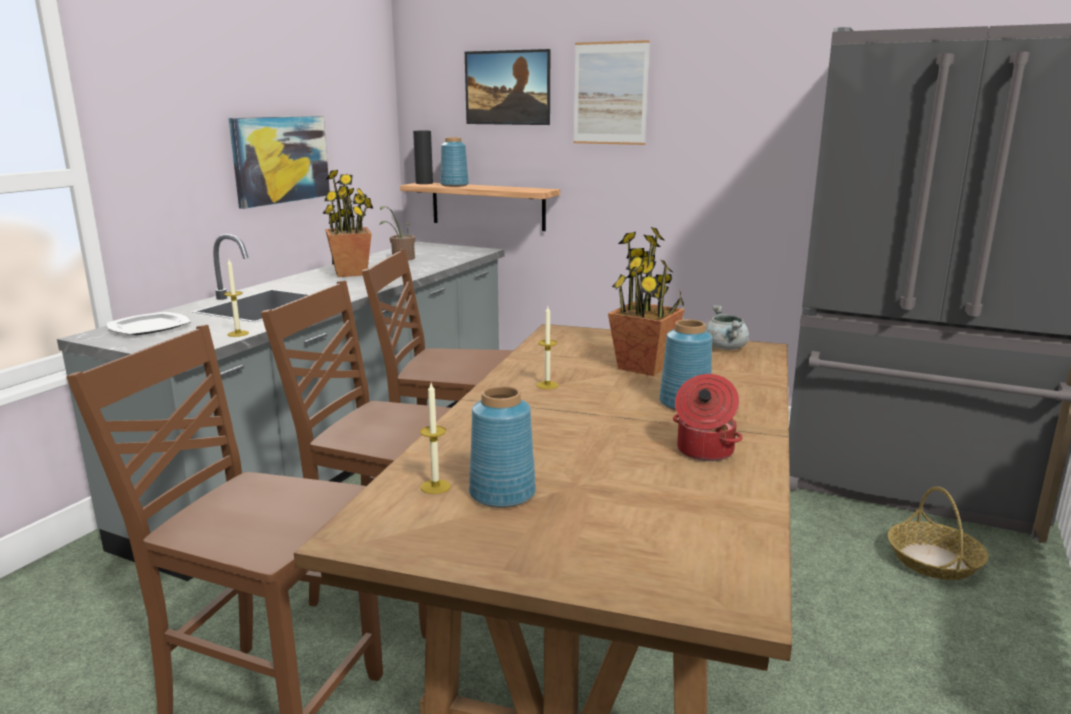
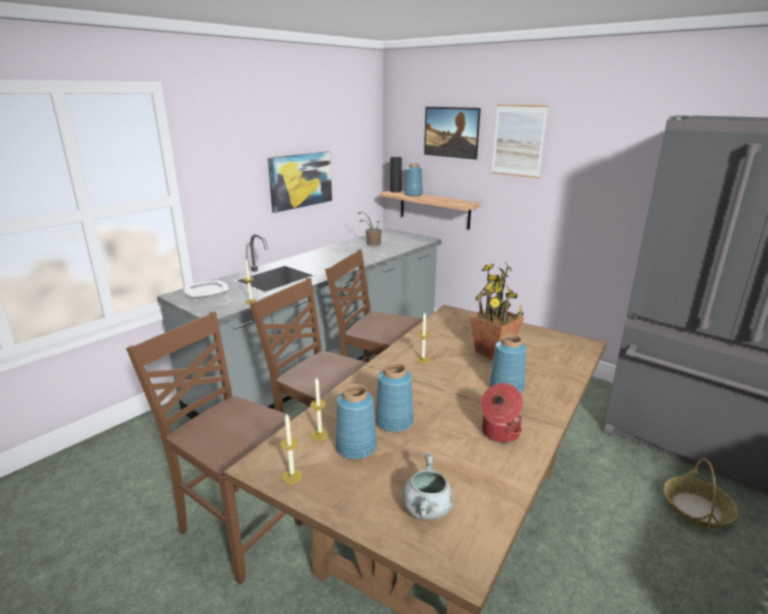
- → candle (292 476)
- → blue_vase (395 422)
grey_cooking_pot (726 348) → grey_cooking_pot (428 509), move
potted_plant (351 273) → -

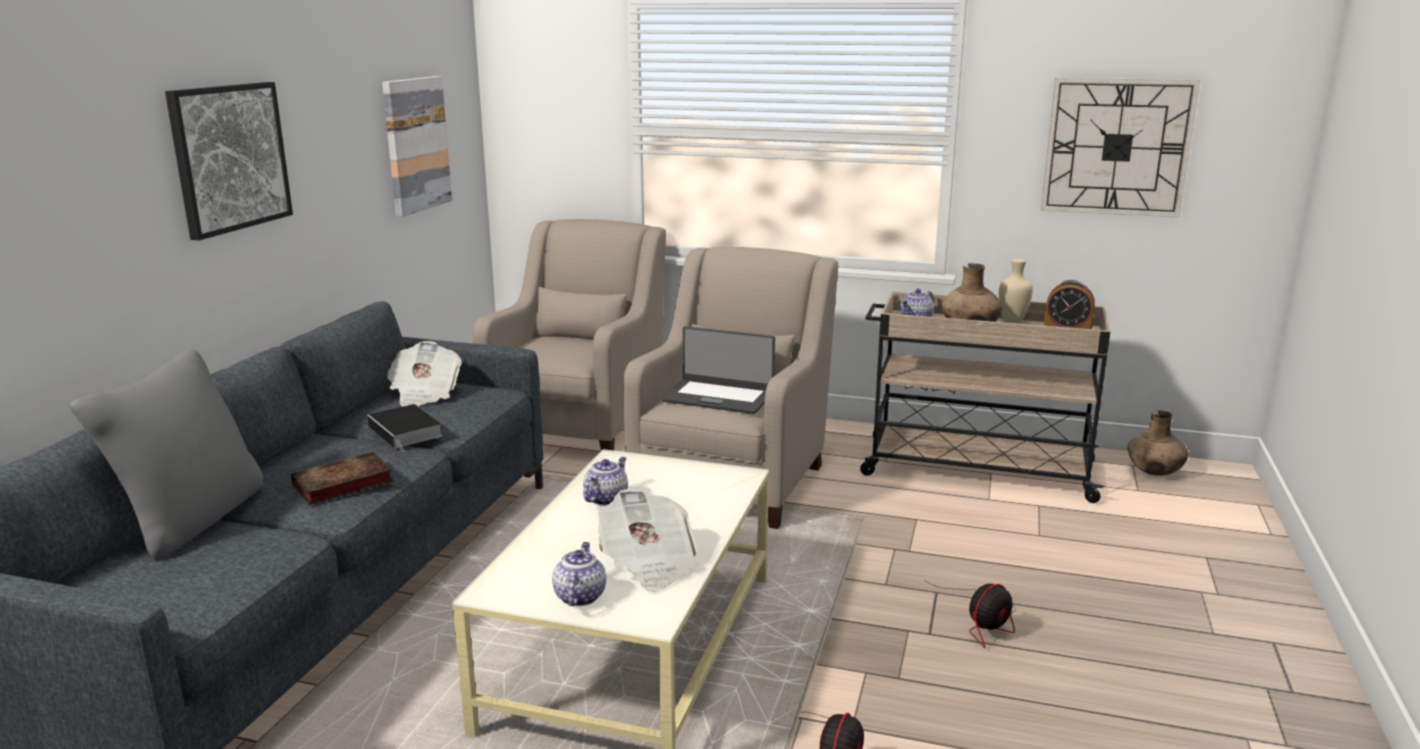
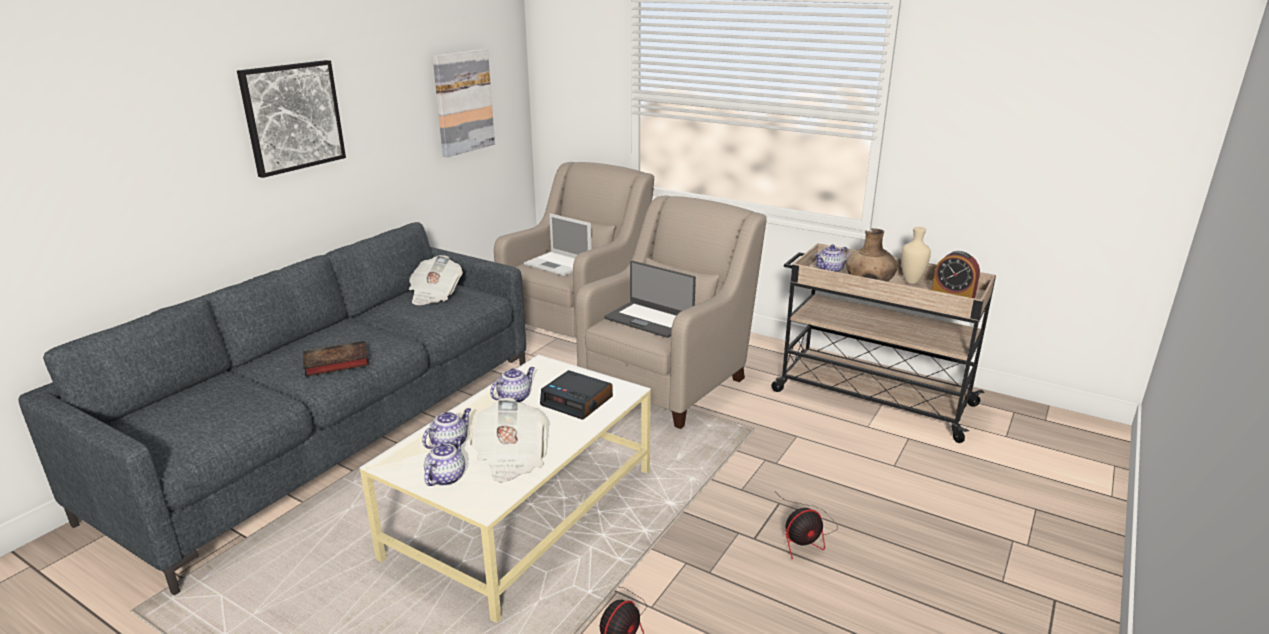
- → teapot (449 443)
- → laptop (559 264)
- → alarm_clock (577 401)
grey_pillow (191 520) → -
book (407 432) → -
wall_clock (1117 147) → -
brown_vase (1154 472) → -

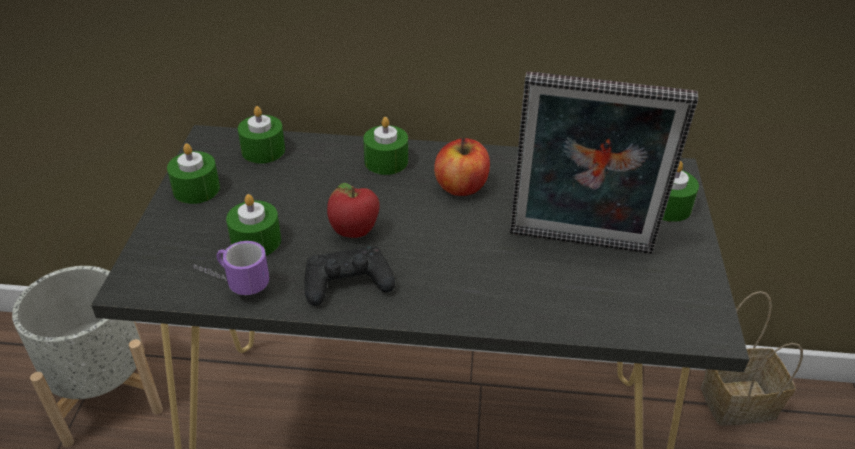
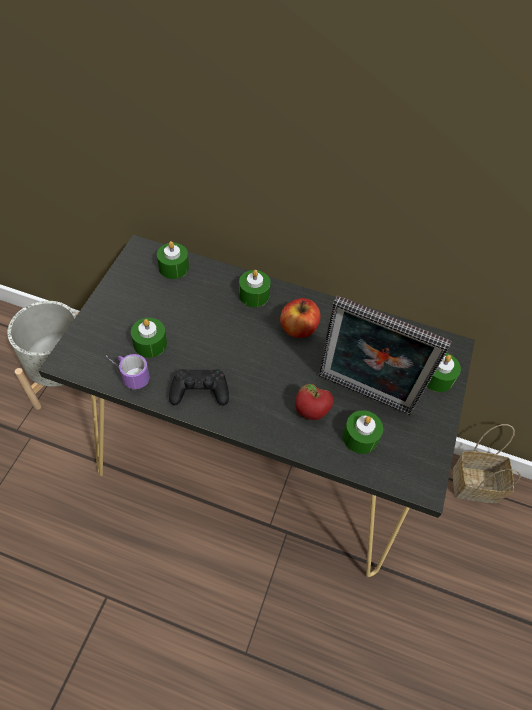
apple (354 233) → apple (310 412), move
green_candle (196 189) → green_candle (360 437), move

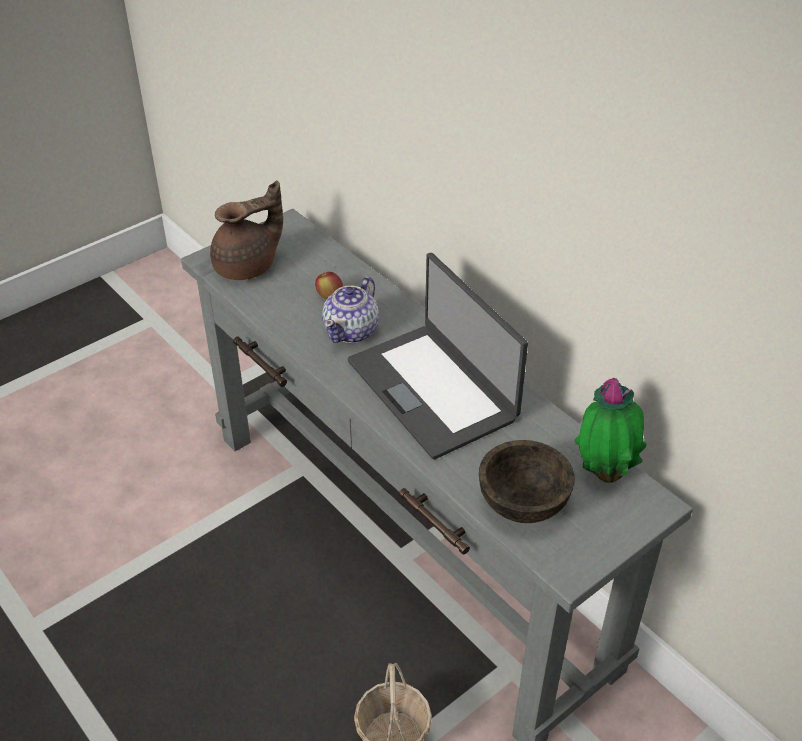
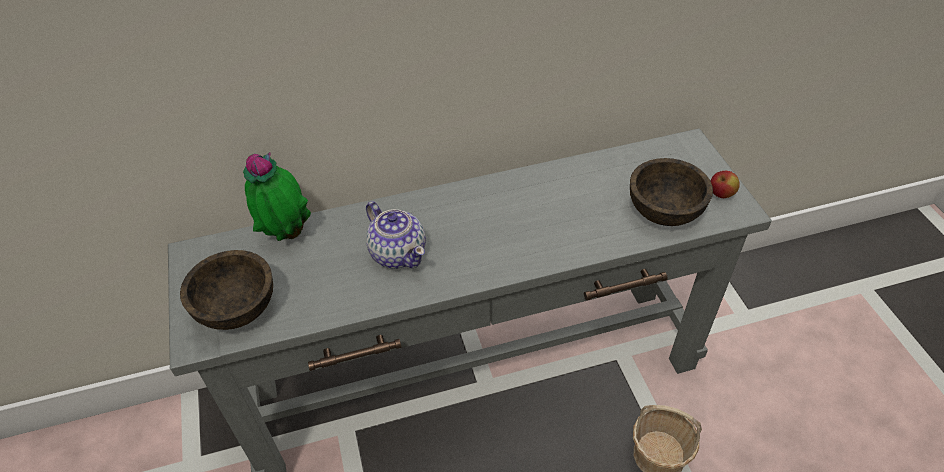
brown_teapot (248 266) → brown_bowl (237 308)
potted_plant (605 472) → potted_plant (286 234), move
apple (329 296) → apple (721 194), move
laptop (433 389) → -

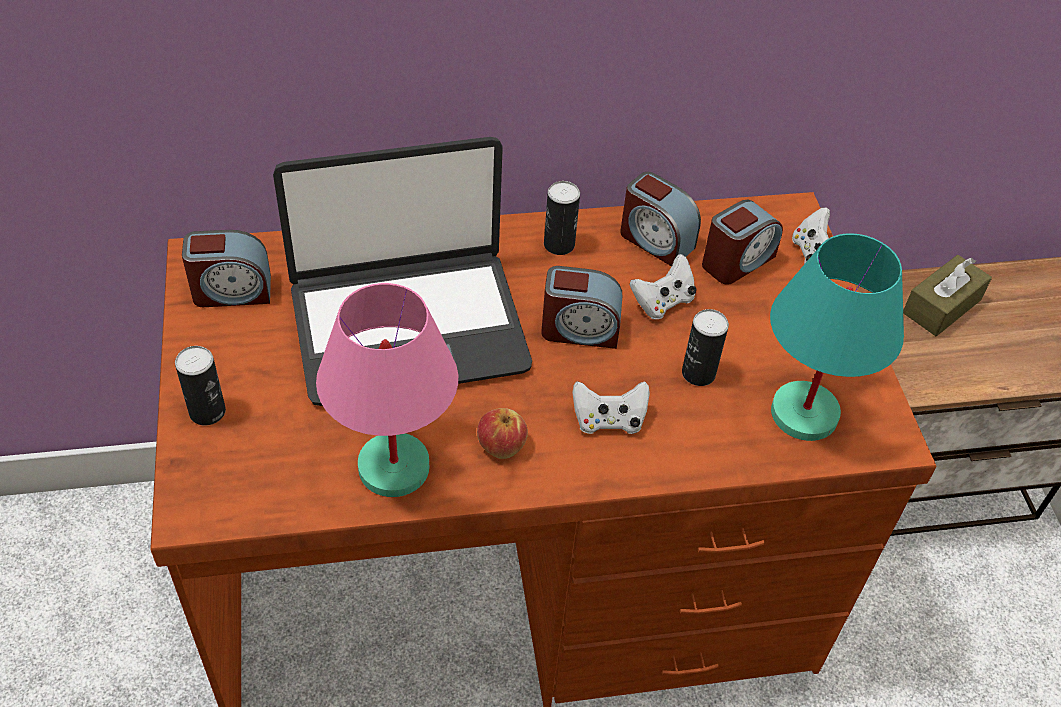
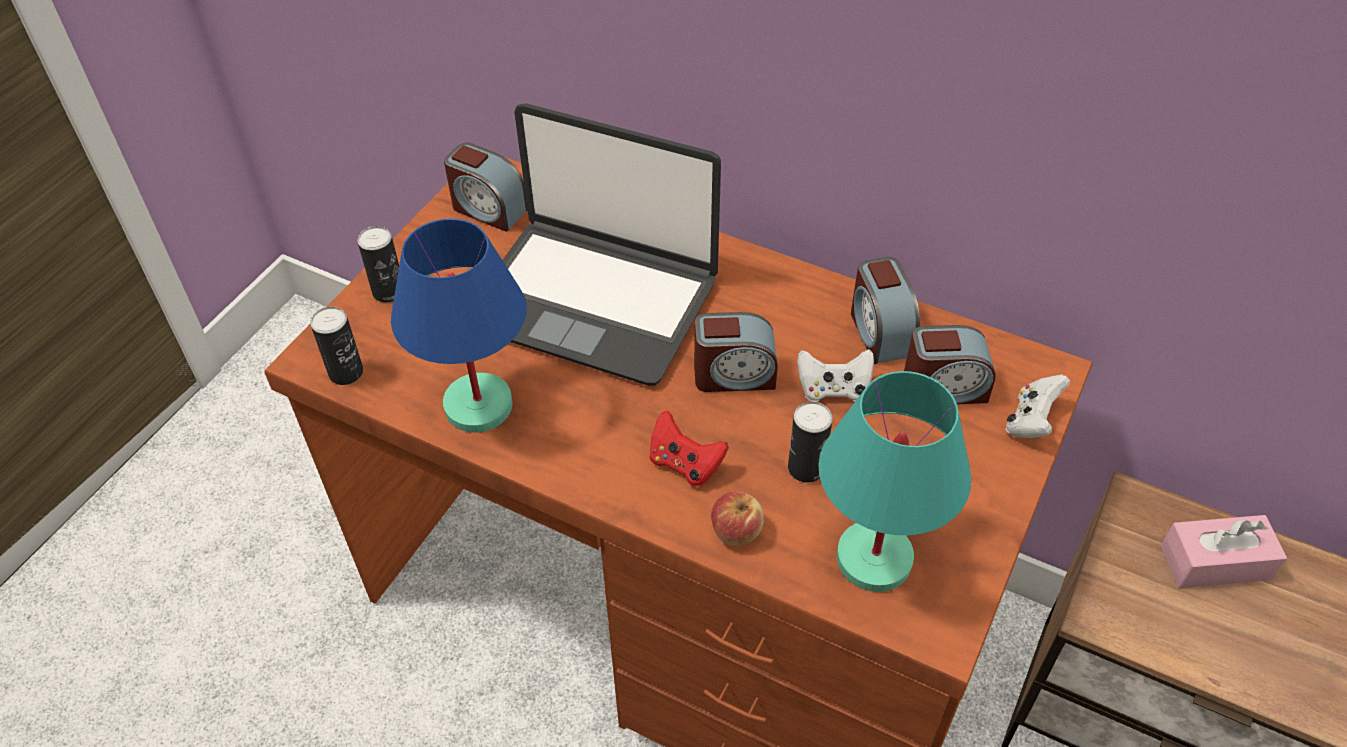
can (559 244) → can (346 372), move
pink_table_lamp (393 469) → blue_table_lamp (477 406)
white_game_controller (608 420) → red_game_controller (685 464)
alarm_clock (580 329) → alarm_clock (734 375), 45 degrees counterclockwise
apple (501 445) → apple (736 530), move
brown_tissue_box (941 306) → pink_tissue_box (1215 562)

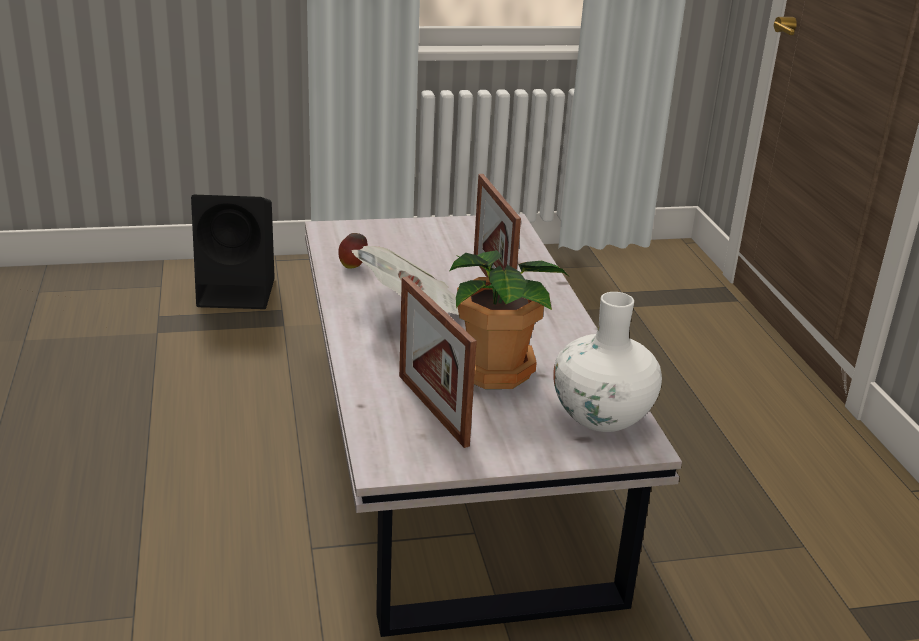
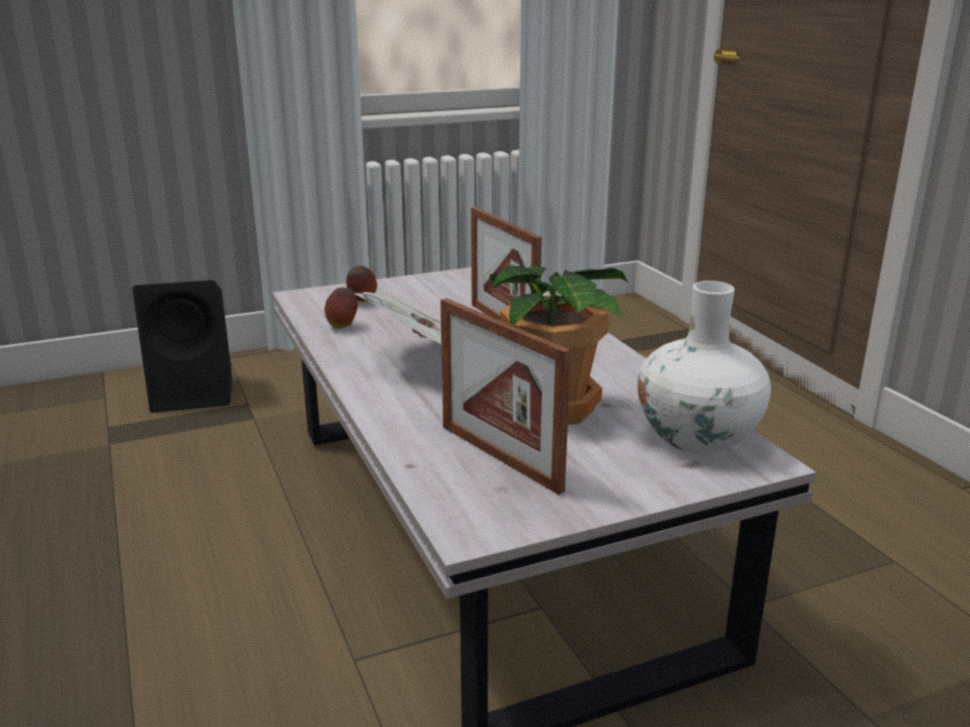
- → apple (362 301)

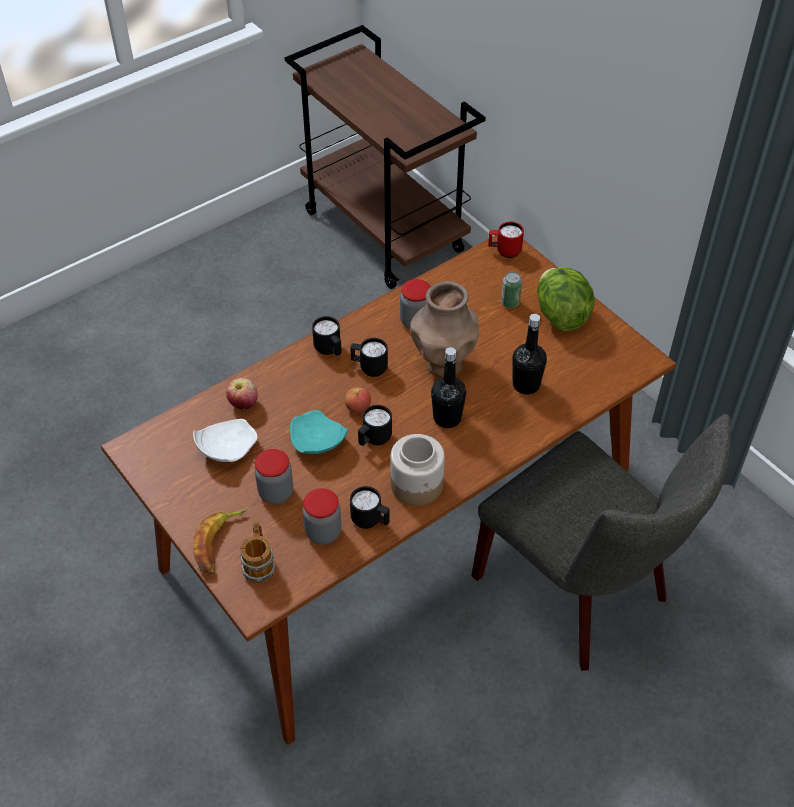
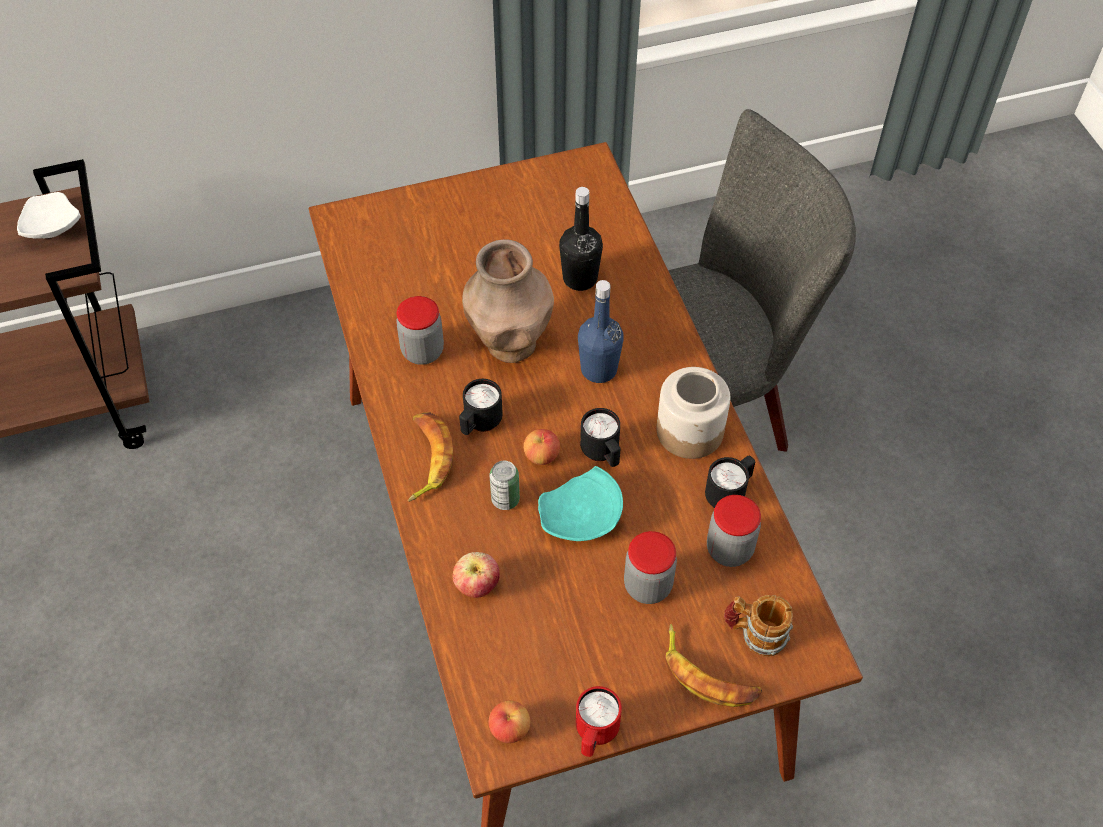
white_plate (226 448) → white_plate (51 228), move
black_mug (329 350) → banana (426 459)
- → apple (509 729)
can (510 303) → can (505 499), move
red_mug (504 251) → red_mug (595 734), move
black_bottle (447 418) → blue_bottle (599 369)
lettuce (560 315) → -

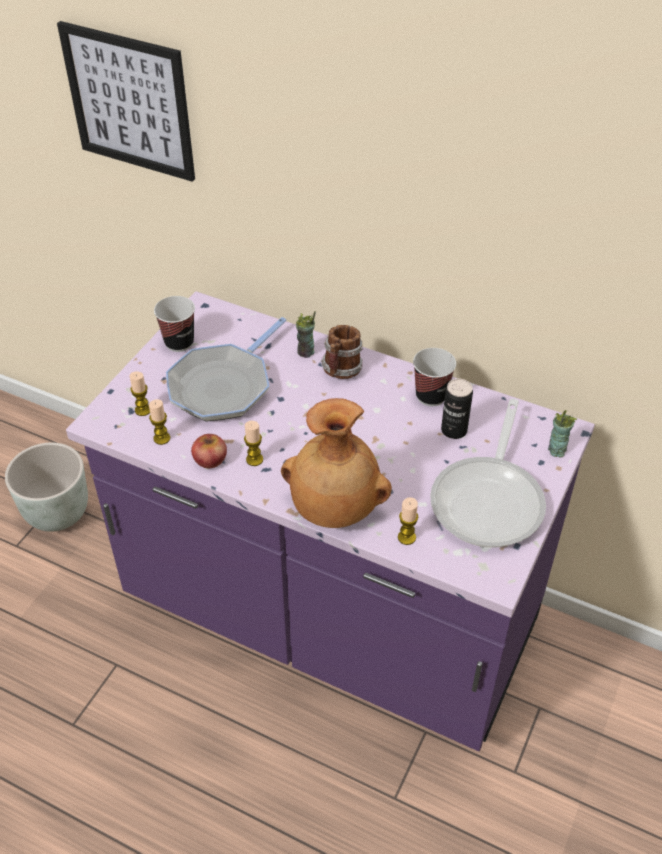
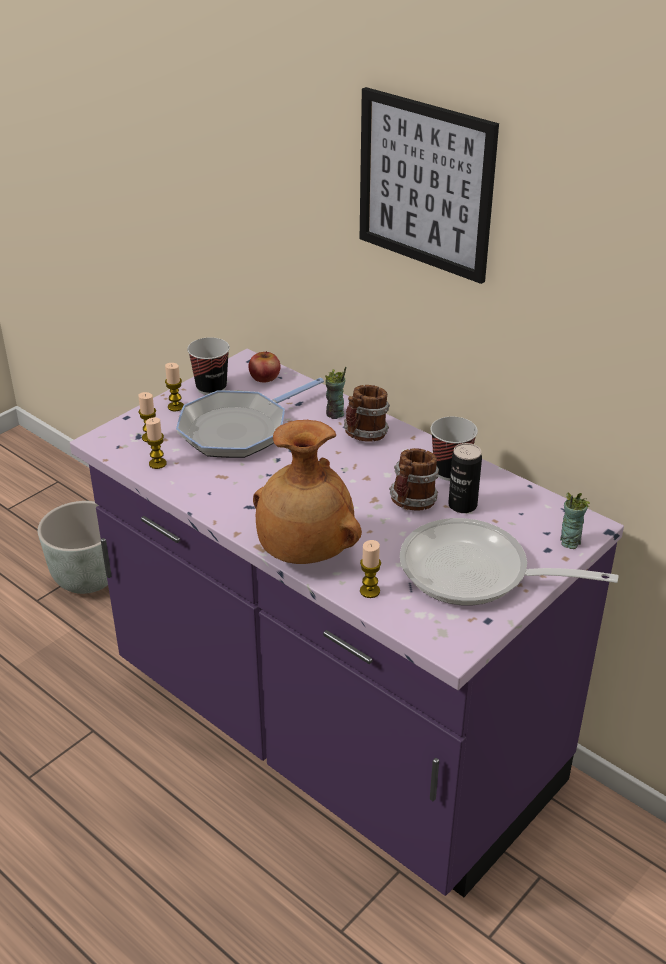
candle (254 459) → candle (176 407), move
apple (210 459) → apple (264 377), move
picture (129 102) → picture (425 184), move
- → mug (412 503)
frying_pan (490 499) → frying_pan (475 573), 75 degrees clockwise

